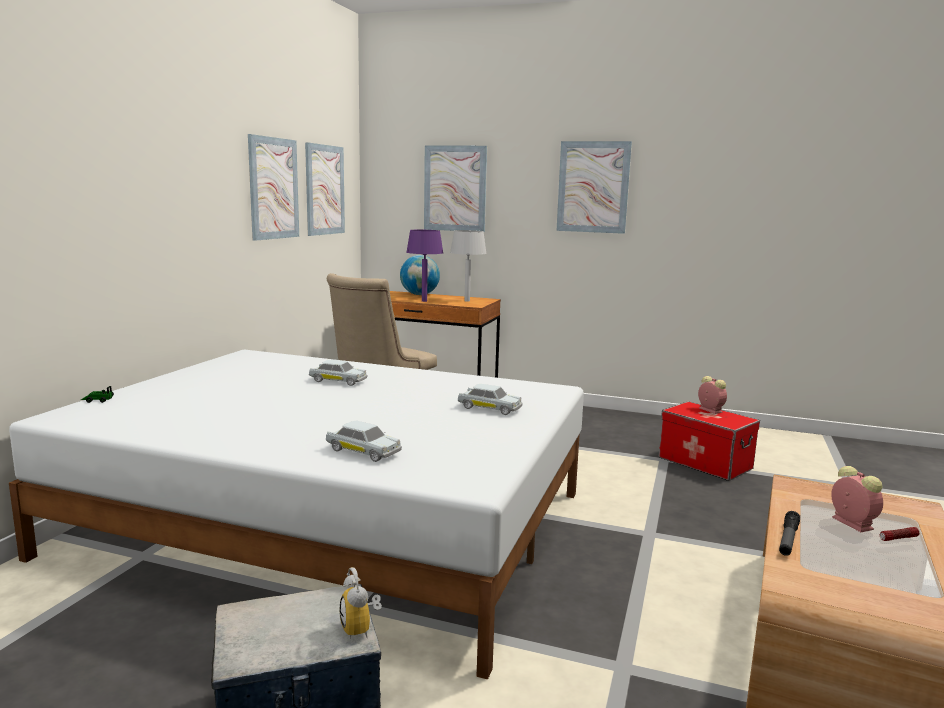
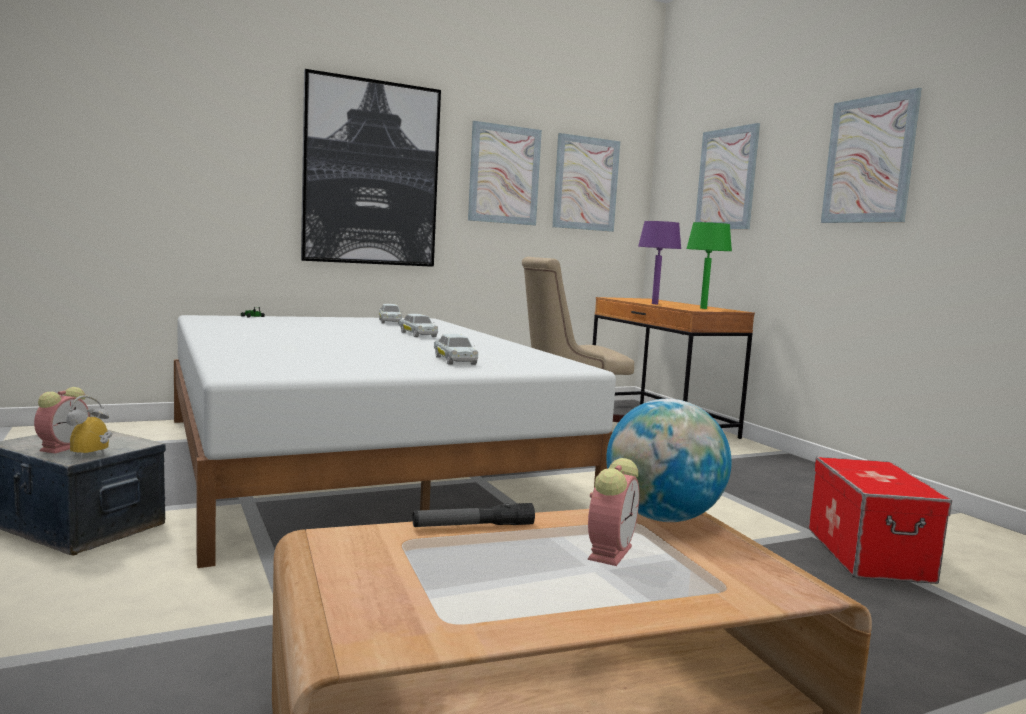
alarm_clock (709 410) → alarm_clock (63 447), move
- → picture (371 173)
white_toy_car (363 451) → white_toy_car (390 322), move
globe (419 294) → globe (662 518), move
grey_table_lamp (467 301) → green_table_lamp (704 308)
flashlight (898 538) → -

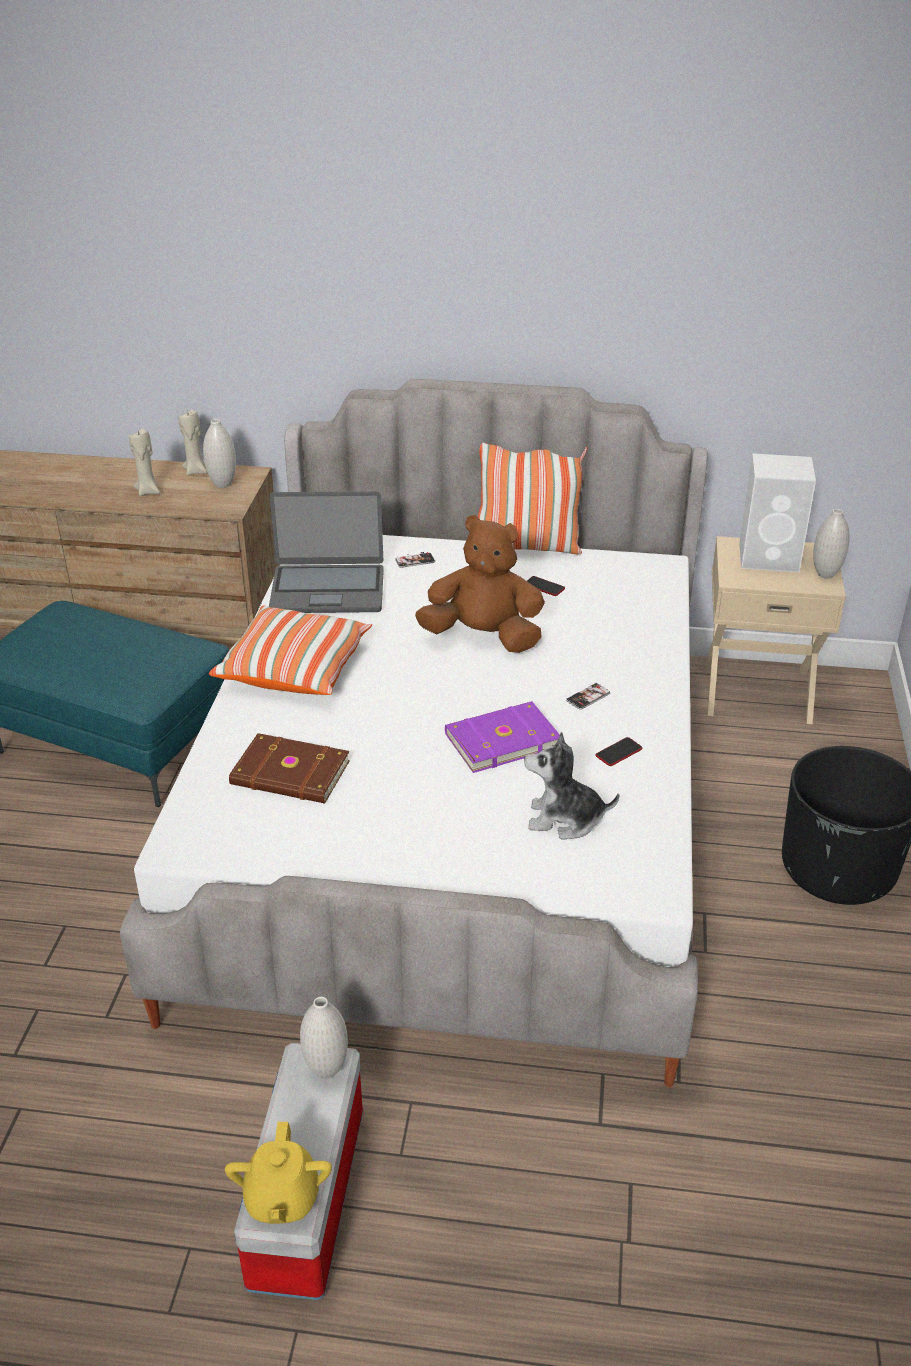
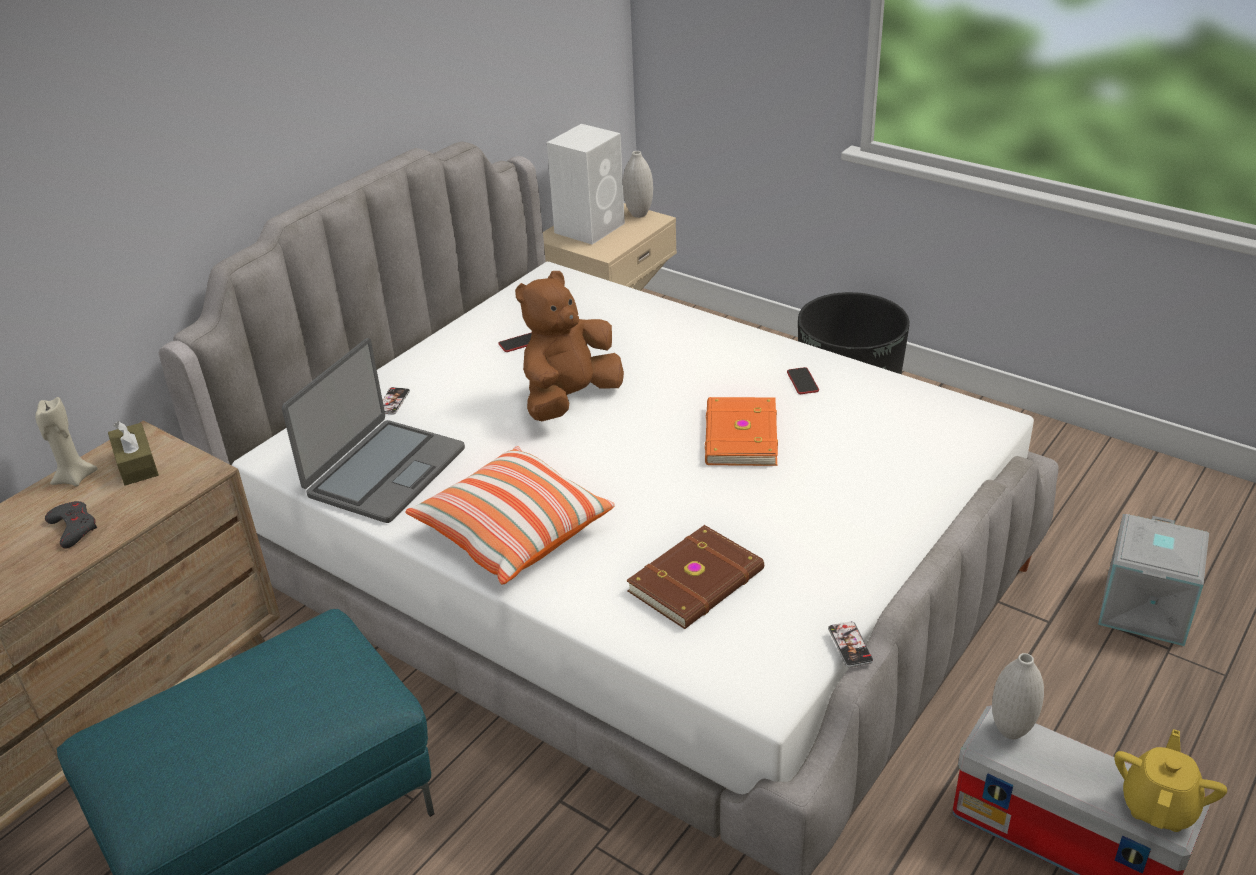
beige_candle (148 491) → grey_game_controller (73 528)
white_vase (222 484) → brown_tissue_box (136 464)
purple_book (501 739) → orange_book (739 436)
phone (588 697) → phone (850 645), move
- → grey_storage_box (1146 609)
yellow_teapot (282 1199) → yellow_teapot (1159 806), 90 degrees counterclockwise
pillow (527 547) → -
plush_toy (565 819) → -

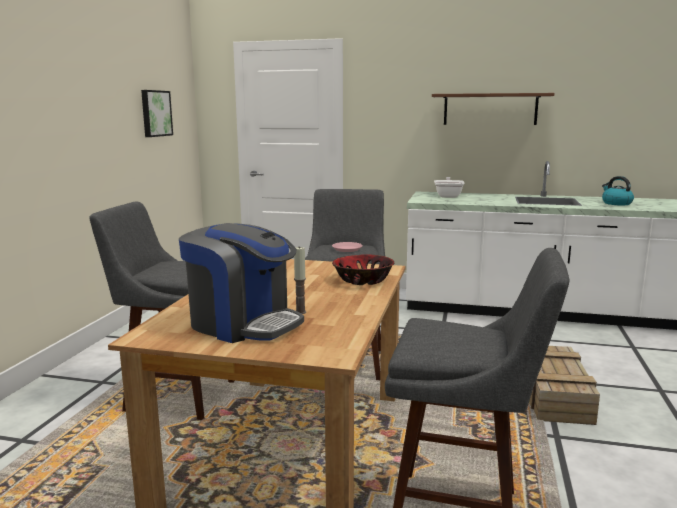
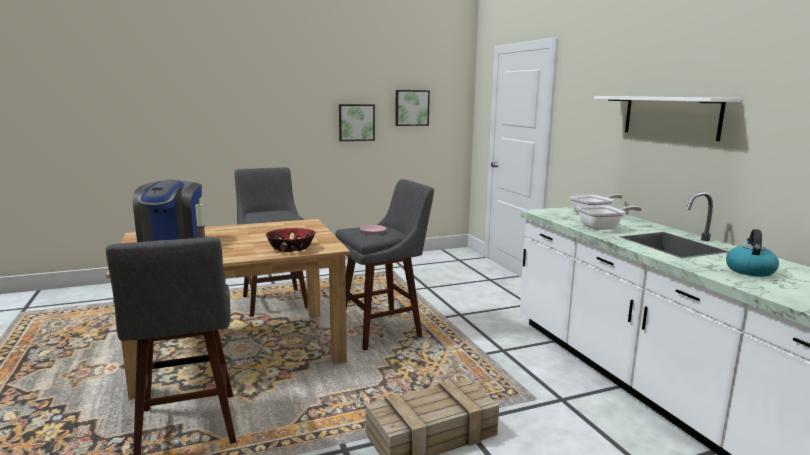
- → picture (356 122)
- → frying_pan (603 227)
brown_shelf (490 109) → white_shelf (670 116)

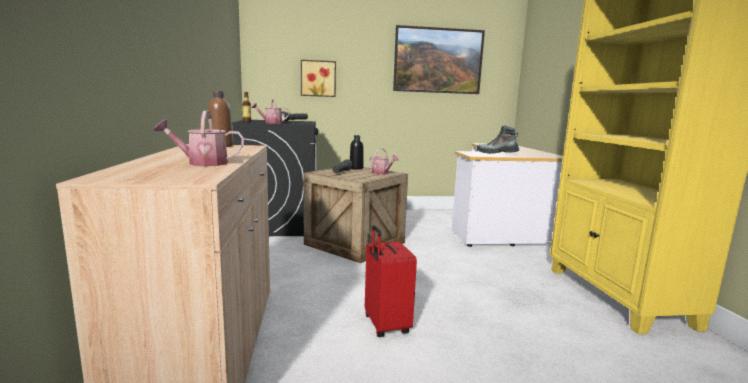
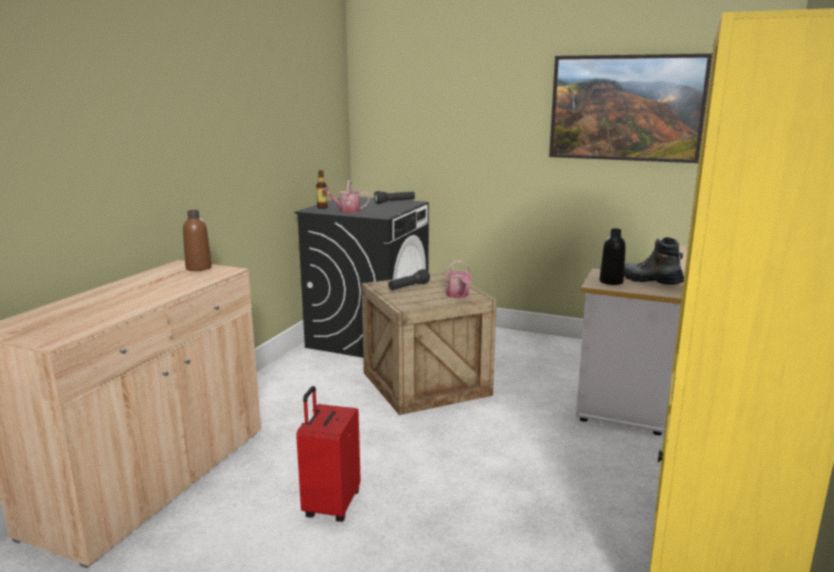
black_bottle (356 168) → black_bottle (611 282), move
watering_can (202 163) → -
picture (318 78) → -

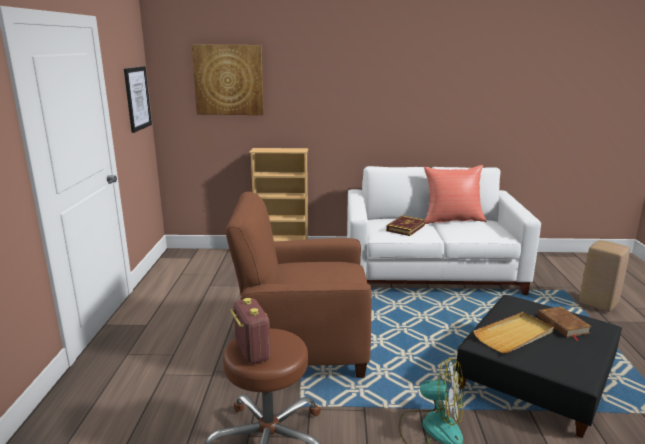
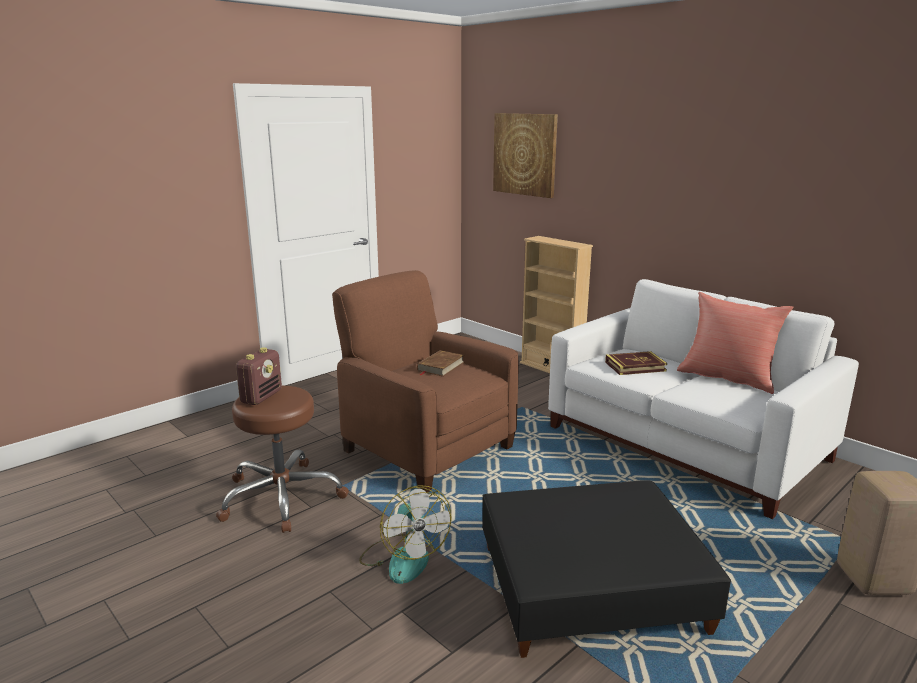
brown_book (563 325) → brown_book (440 366), move
picture (137 98) → -
beige_tray (514 335) → -

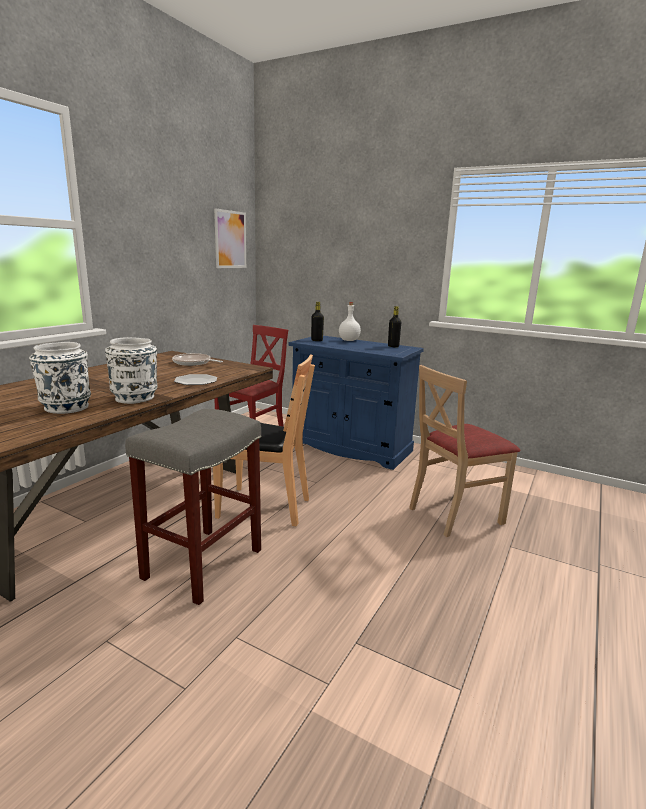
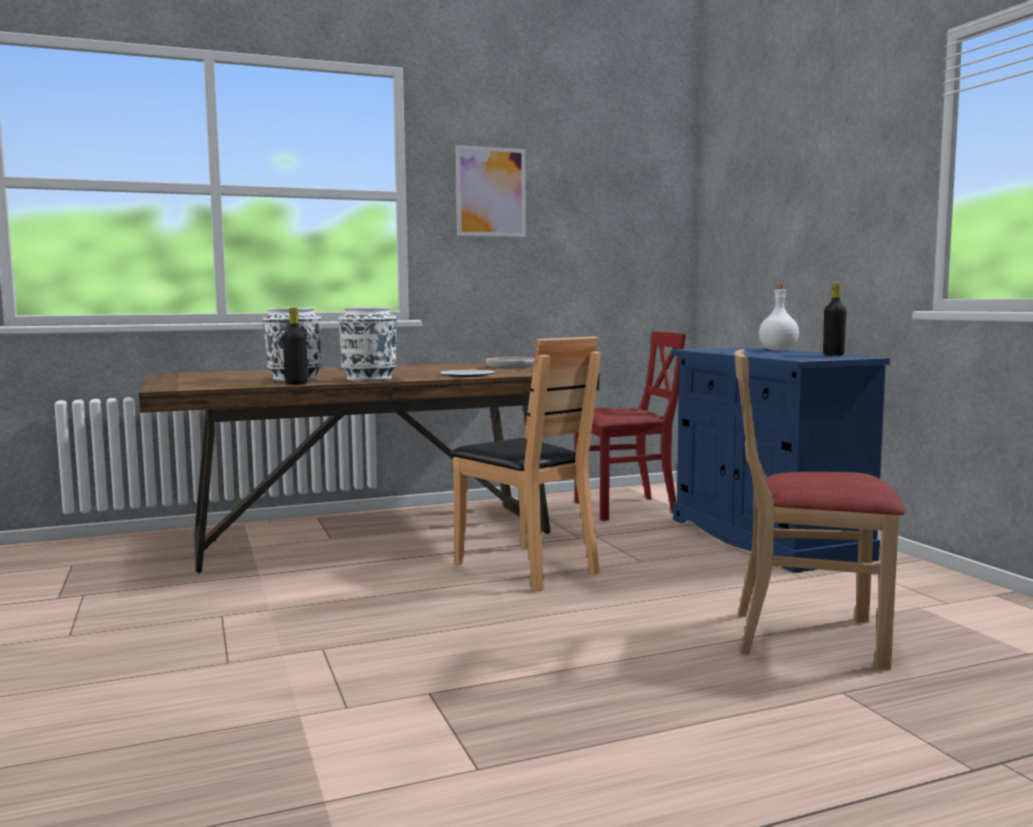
black_bottle (317 340) → black_bottle (296 384), move
picture (230 239) → picture (491 192), move
grey_stool (203 565) → -

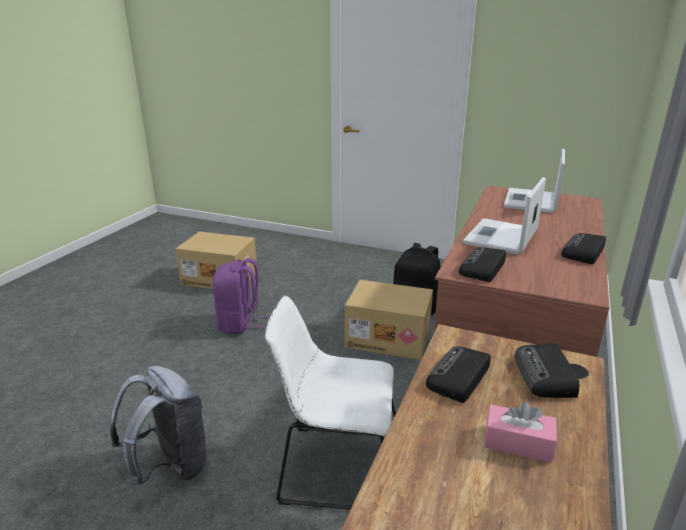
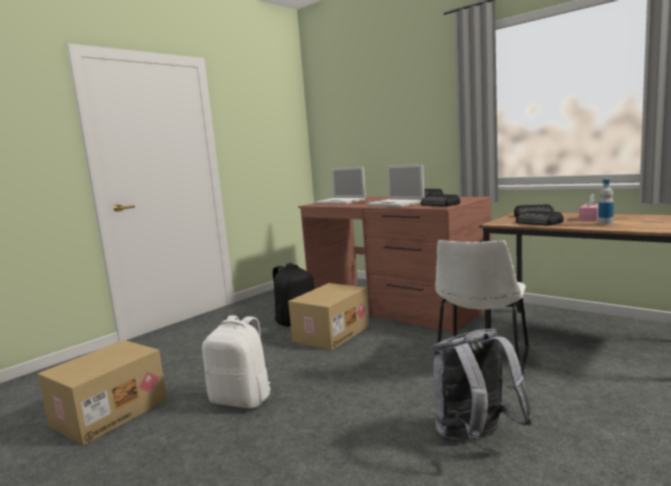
purple_backpack (240 323) → white_backpack (242 399)
- → bottle (605 223)

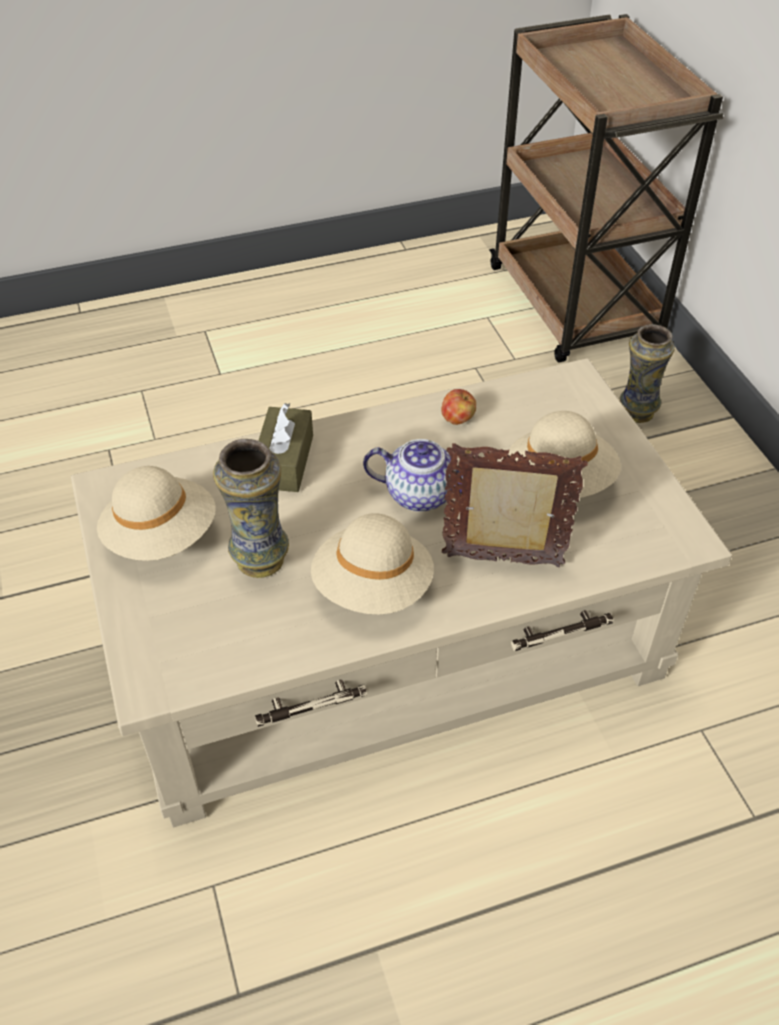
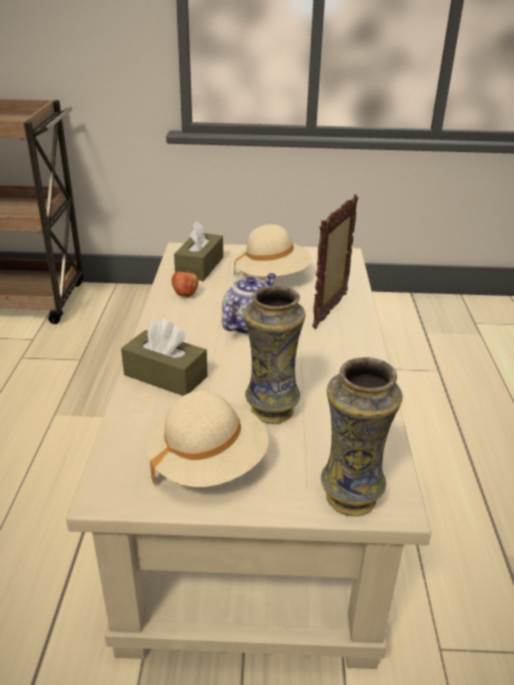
- → brown_tissue_box (199 267)
vase (636 412) → vase (350 498), move
beige_hat (373 588) → -

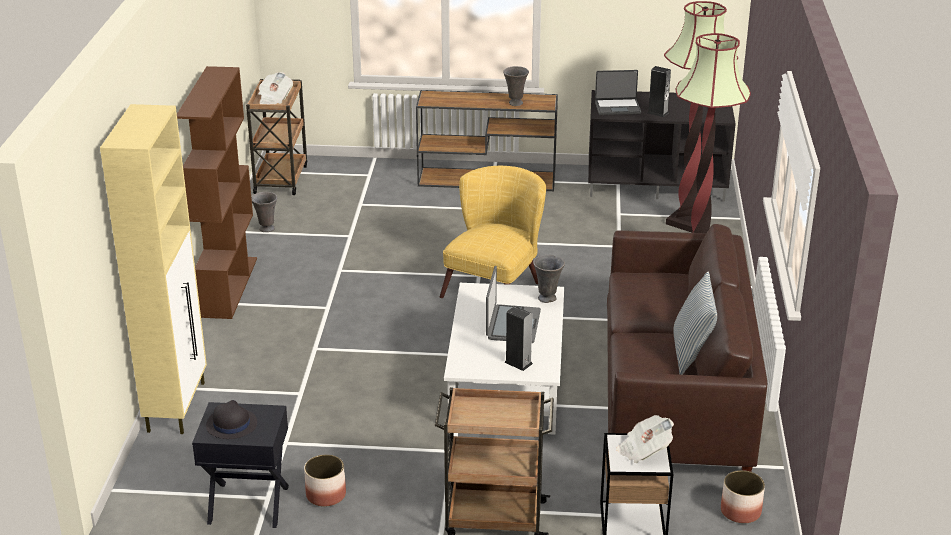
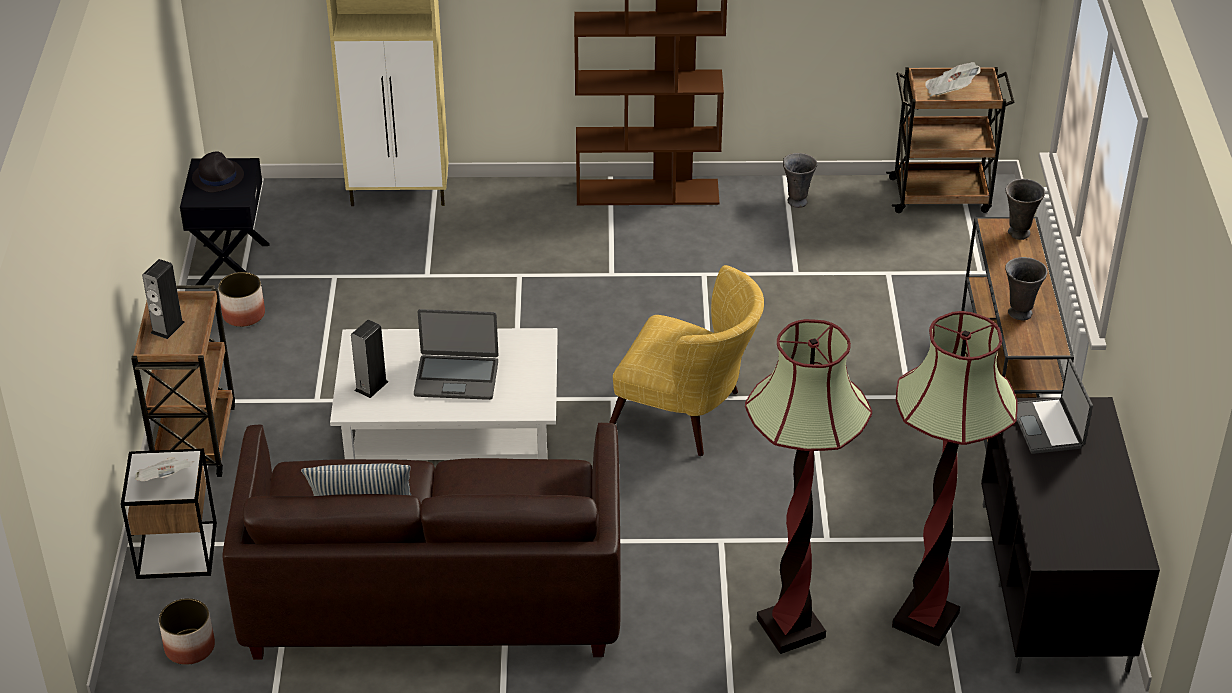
speaker (657 113) → speaker (167 327), move
grey_vase (548 298) → grey_vase (1018 233), move

